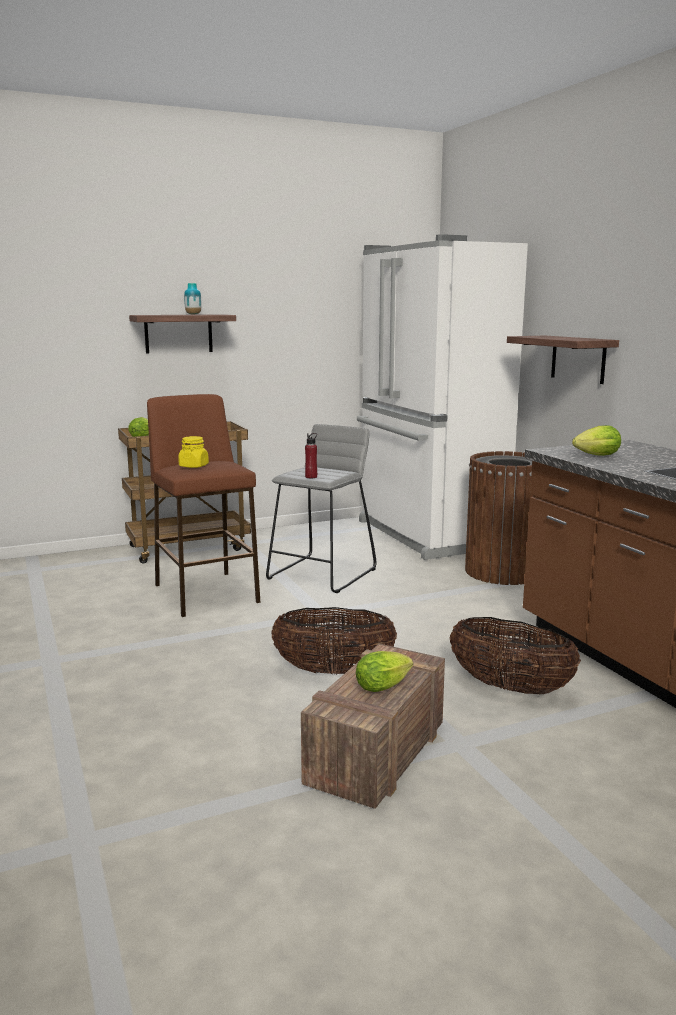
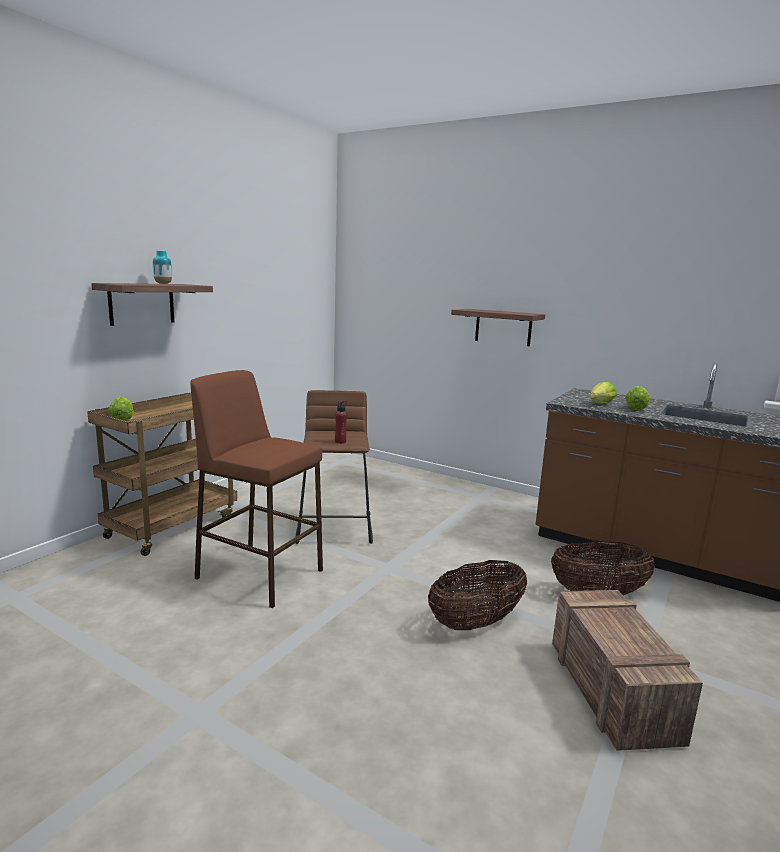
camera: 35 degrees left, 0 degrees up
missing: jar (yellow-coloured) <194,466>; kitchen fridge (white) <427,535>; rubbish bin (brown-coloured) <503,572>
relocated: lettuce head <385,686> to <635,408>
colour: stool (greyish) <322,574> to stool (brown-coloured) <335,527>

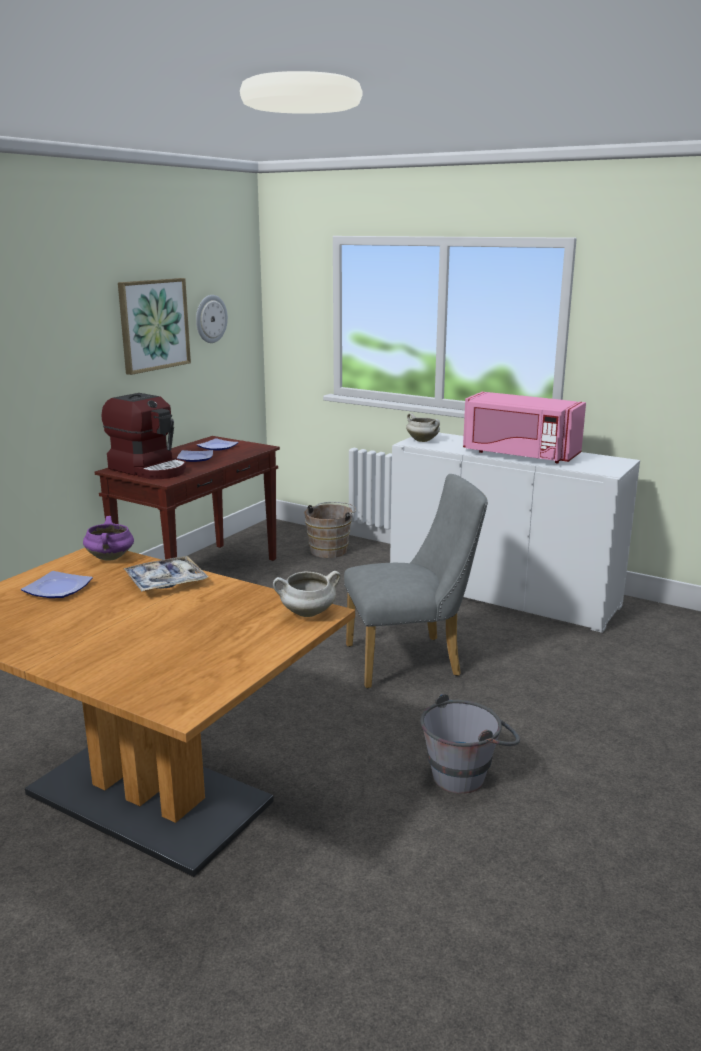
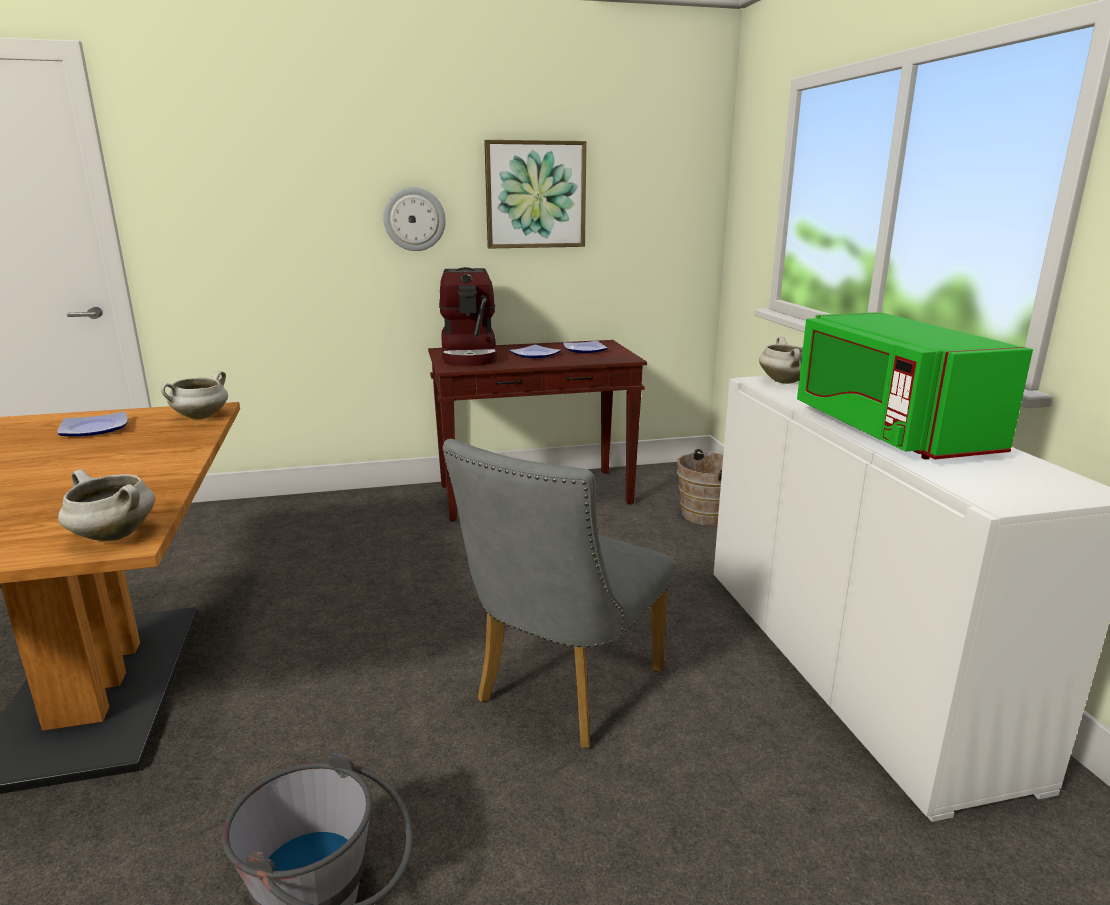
camera: 45 degrees right, 0 degrees up
missing: carrying tray <166,582>
relocated: clock on the wall <210,319> to <414,219>
colour: saucepot (purplish) <111,558> to saucepot (white) <200,417>; microwave oven (pink) <519,454> to microwave oven (green) <887,430>
spun: plain chair (greyish) <411,660> = <562,691> 90 degrees clockwise

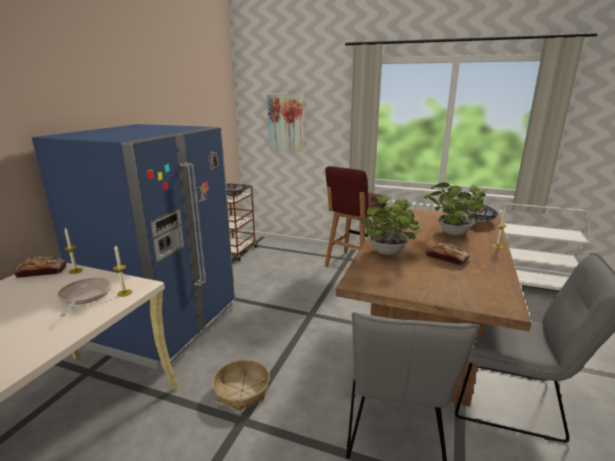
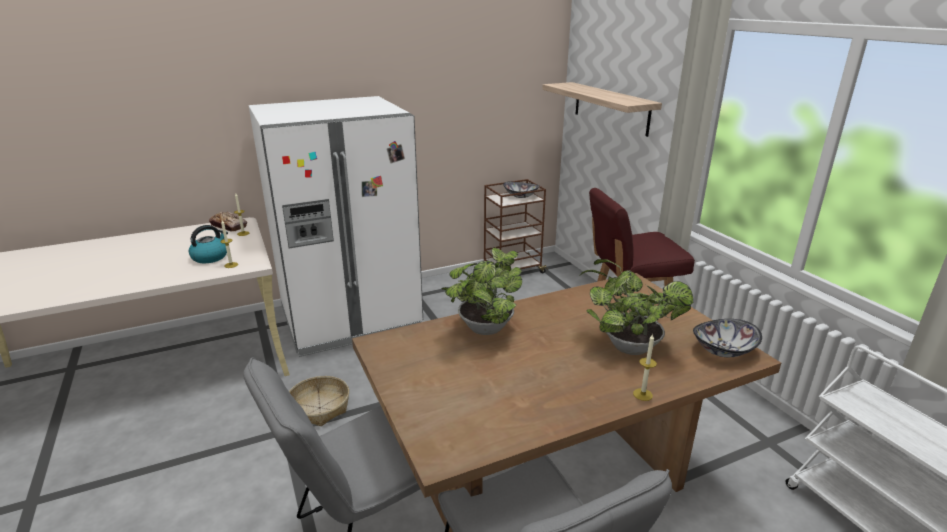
camera: 45 degrees right, 5 degrees up
missing: baked bread <446,258>
exchanged: pan <84,297> to water kettle <210,257>; picture <285,122> to shelf <610,108>
colour: kitchen fridge (blue-coloured) <166,326> to kitchen fridge (white) <350,319>

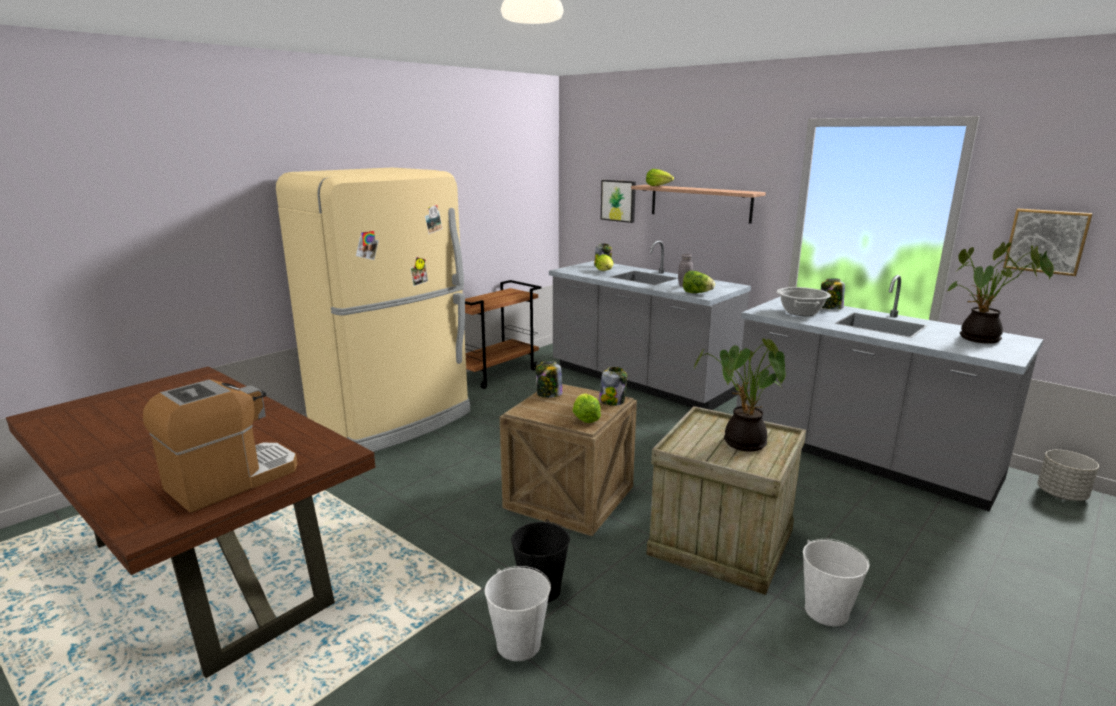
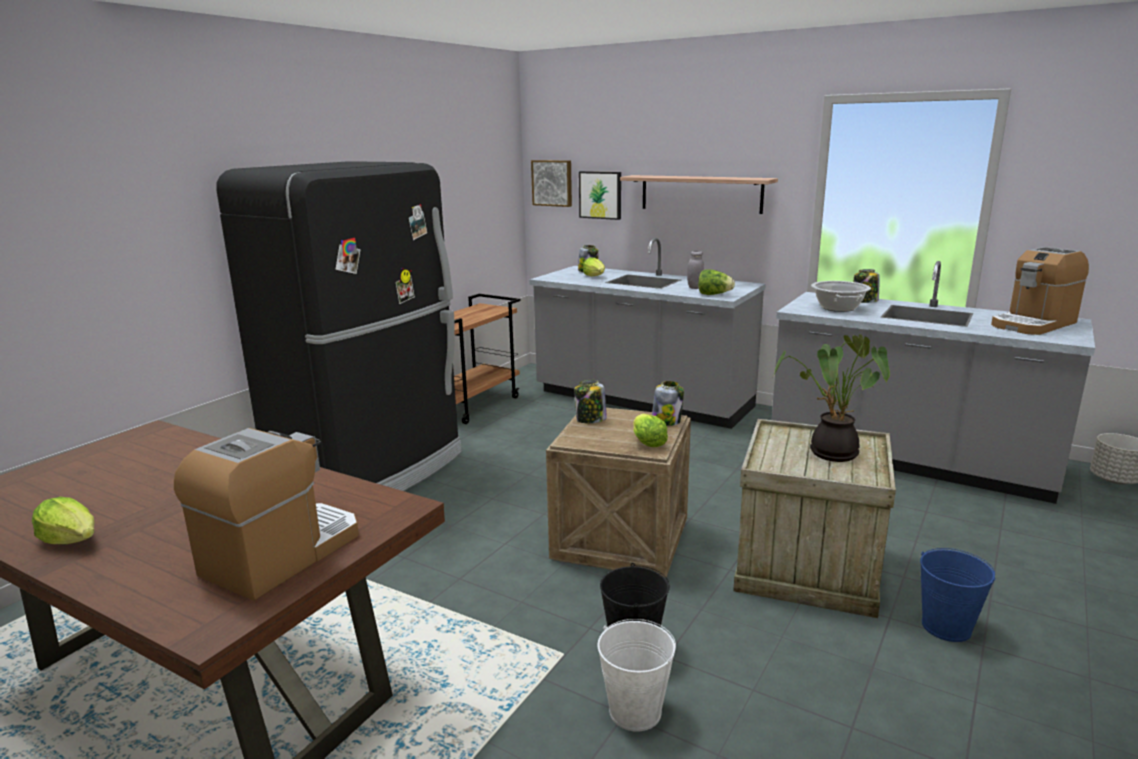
camera: 10 degrees left, 0 degrees up
relocated: lettuce head <658,186> to <72,540>; picture <1046,241> to <552,183>
exchanged: houseplant <980,340> to coffee brewer <1033,324>
colour: kitchen fridge (beige-coloured) <394,421> to kitchen fridge (blackish) <372,471>; pail (white) <826,611> to pail (blue-coloured) <946,627>

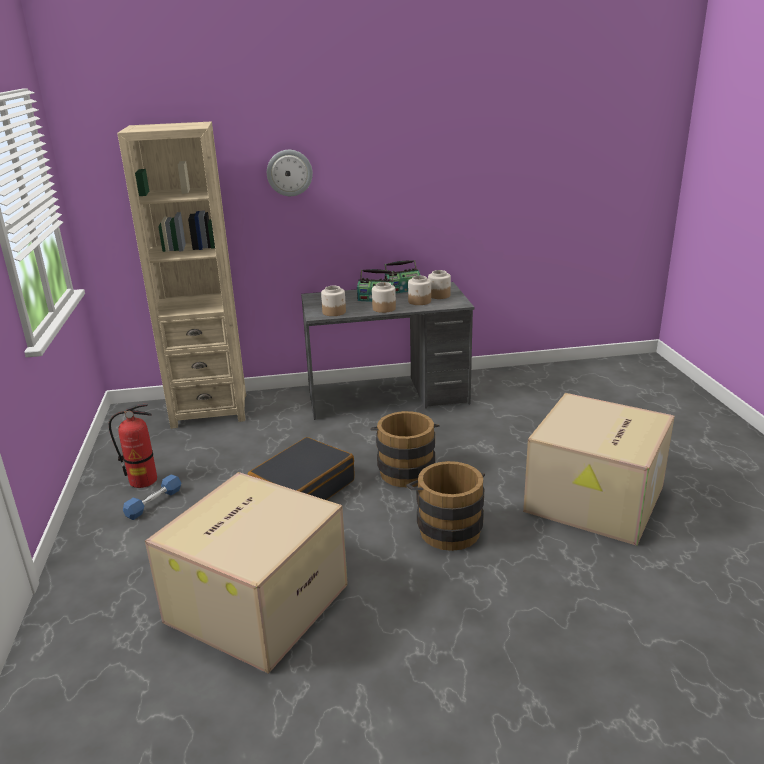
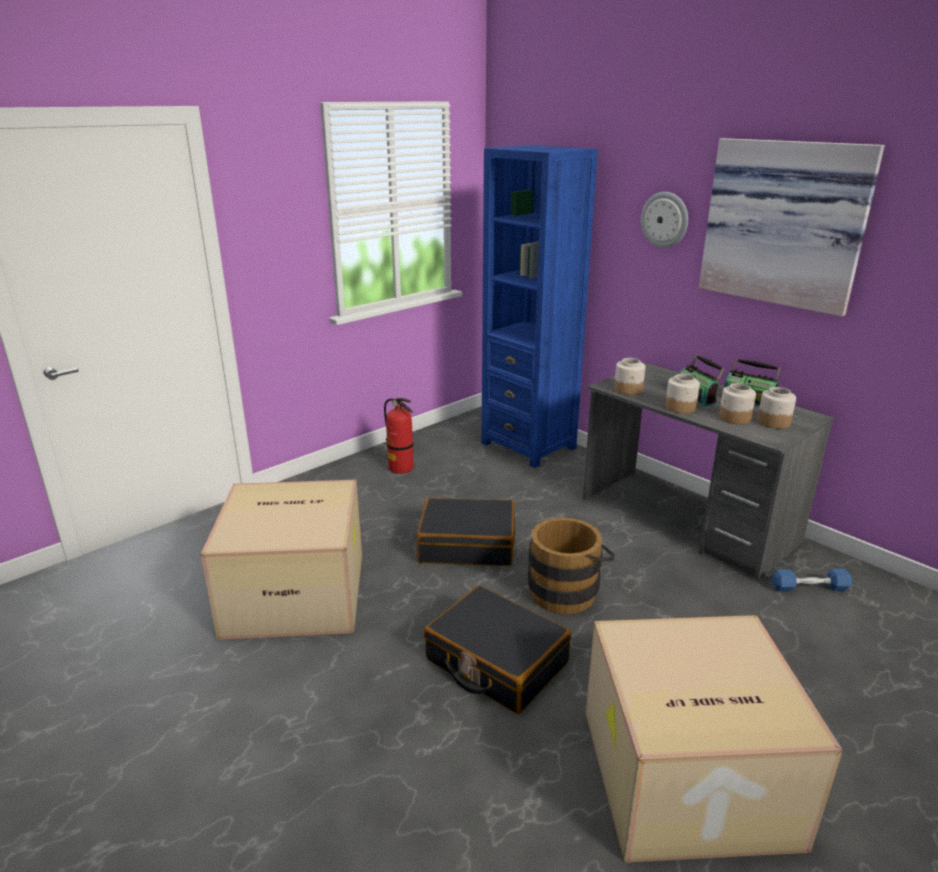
camera: 55 degrees right, 0 degrees up
appeared: picture <785,223>
relocated: hand weight (blue-coloured) <154,503> to <809,588>
exchanged: pail (brown-coloured) <447,527> to suitcase (blackish) <496,662>
colour: bookshelf (beige-coloured) <210,410> to bookshelf (blue-coloured) <528,445>

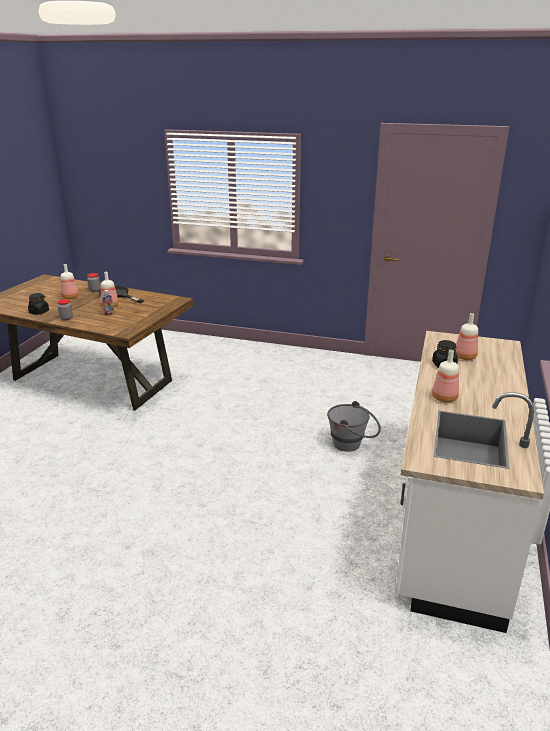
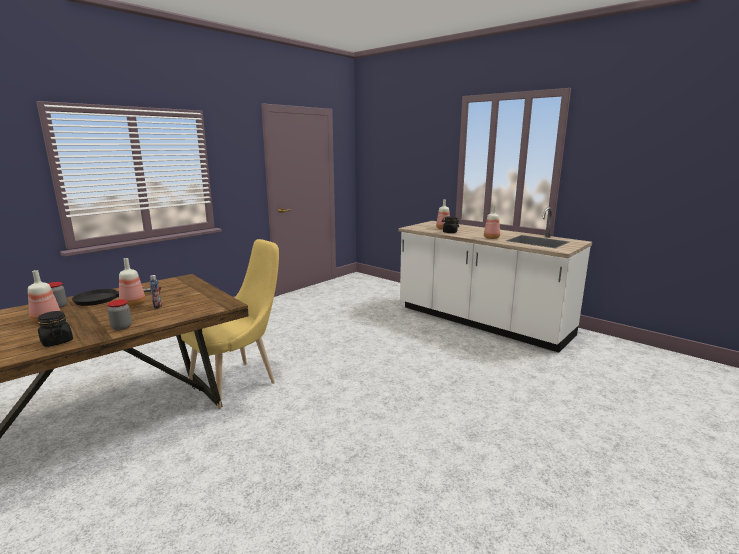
camera: 65 degrees left, 10 degrees down
missing: pail (greyish) <352,445>
appeared: plain chair (yellow-coloured) <238,381>

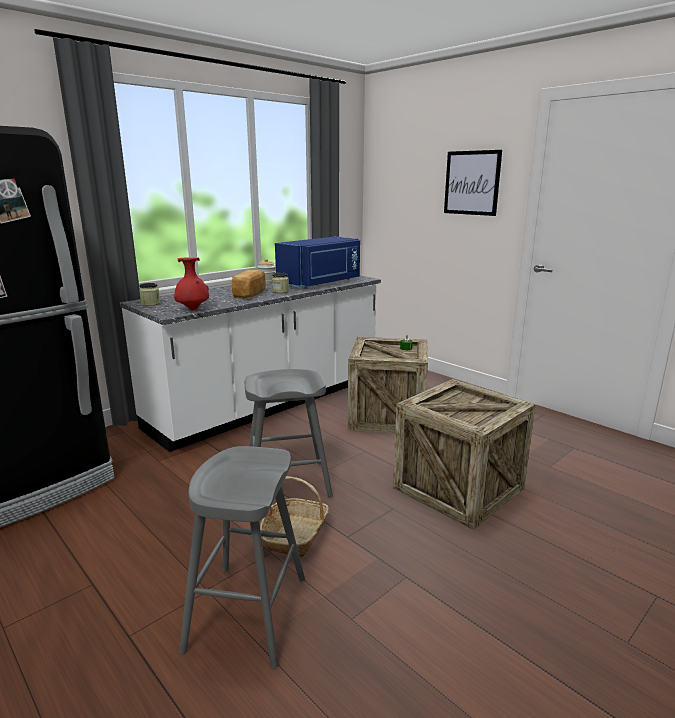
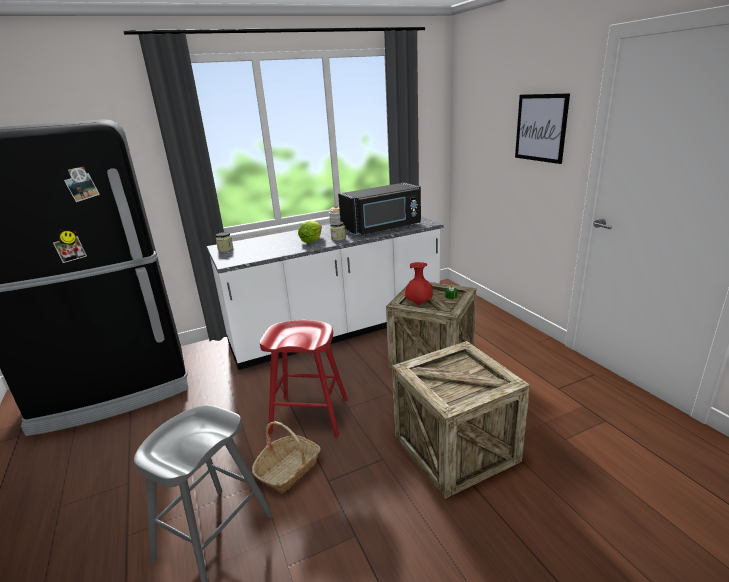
camera: 20 degrees right, 5 degrees up
relocated: vase (reddish) <193,309> to <419,304>
exchanged: baked bread <251,294> to lettuce head <311,240>
colour: stool (greyish) <287,483> to stool (reddish) <309,416>; microwave oven (blue-coloured) <321,283> to microwave oven (blackish) <383,228>

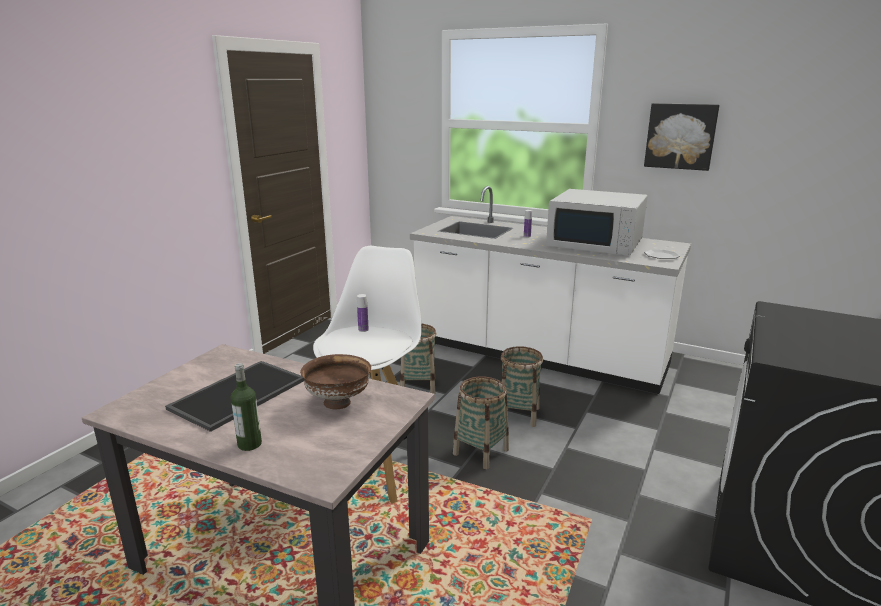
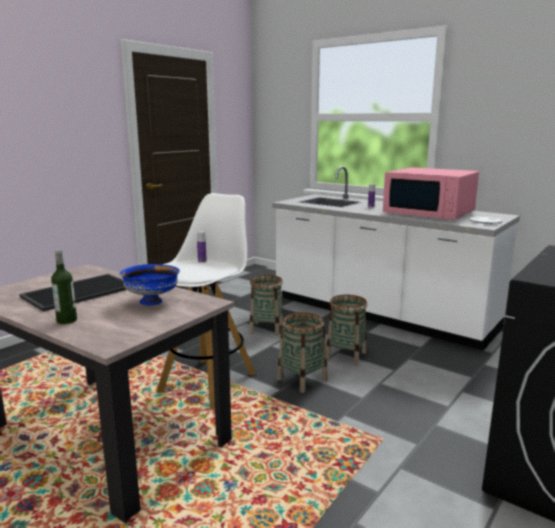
camera: 10 degrees right, 5 degrees down
missing: picture <680,136>
colour: serving bowl (brown-coloured) <338,402> to serving bowl (blue-coloured) <152,301>; microwave oven (white) <596,243> to microwave oven (pink) <430,212>

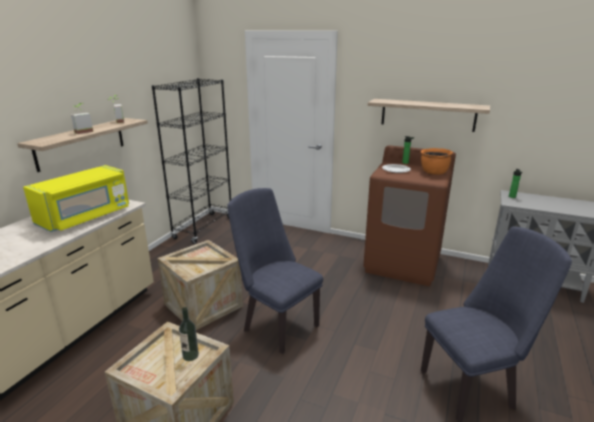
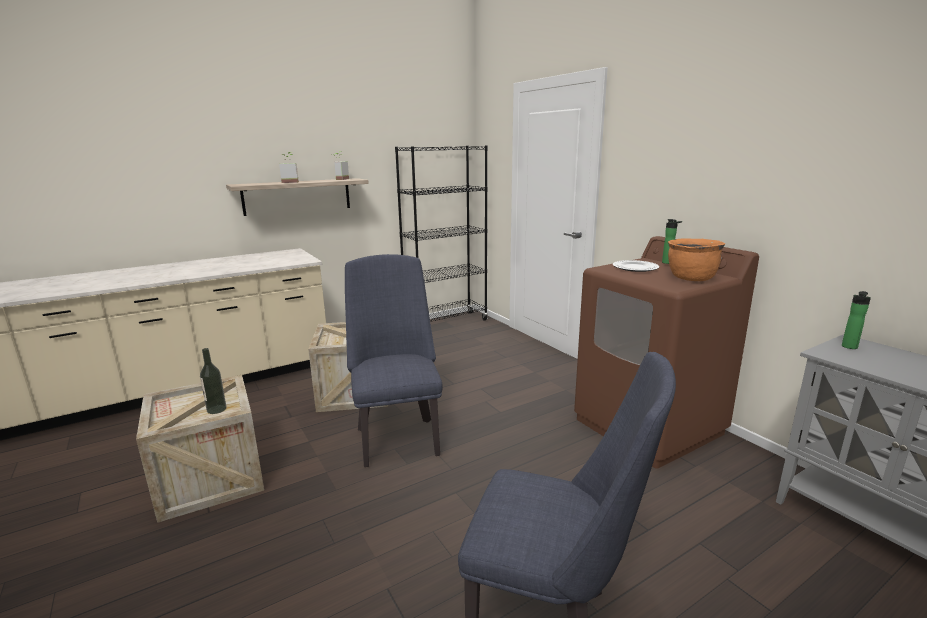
camera: 35 degrees right, 5 degrees down
missing: microwave oven (yellow-coloured) <85,217>; shelf <427,115>

